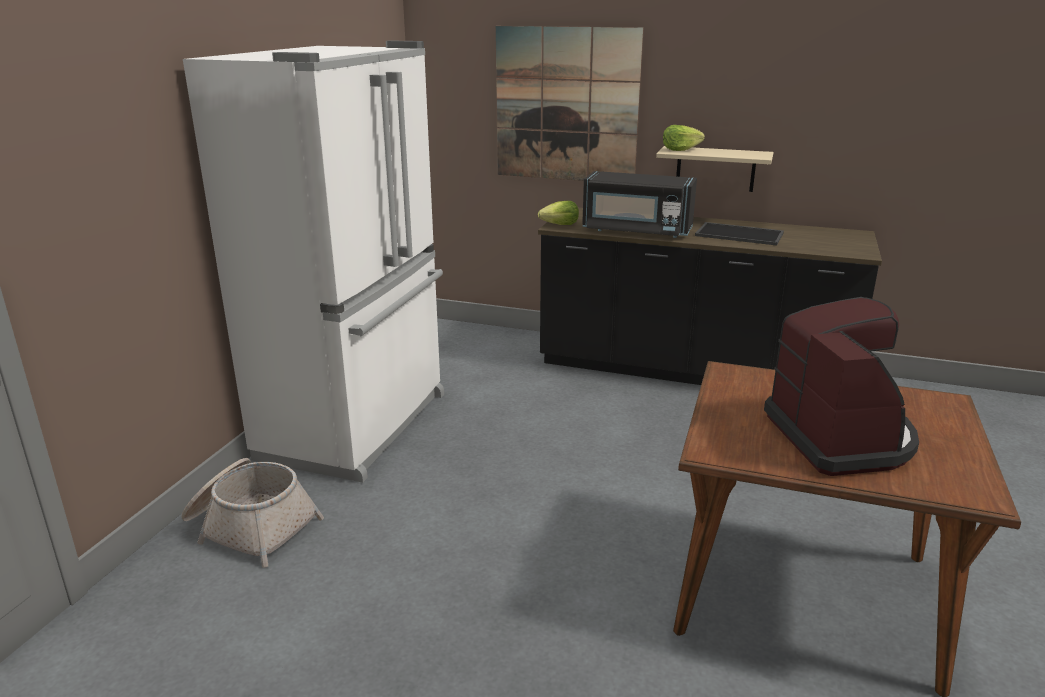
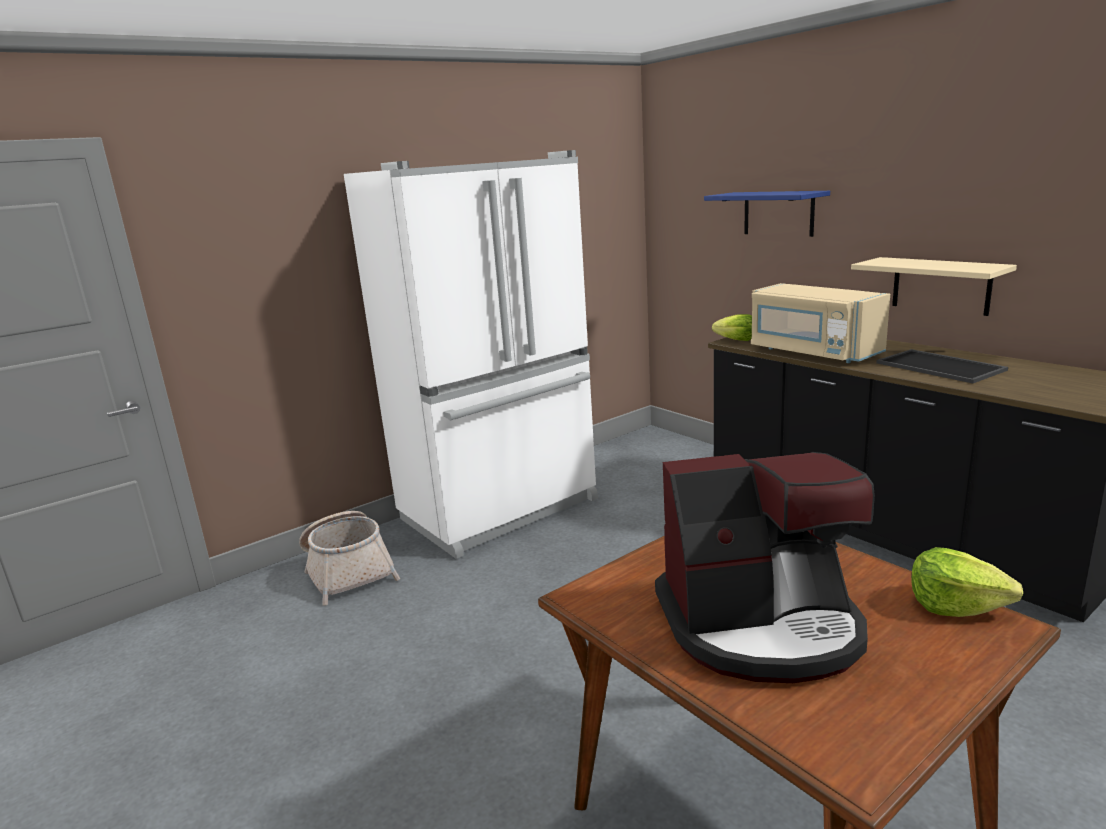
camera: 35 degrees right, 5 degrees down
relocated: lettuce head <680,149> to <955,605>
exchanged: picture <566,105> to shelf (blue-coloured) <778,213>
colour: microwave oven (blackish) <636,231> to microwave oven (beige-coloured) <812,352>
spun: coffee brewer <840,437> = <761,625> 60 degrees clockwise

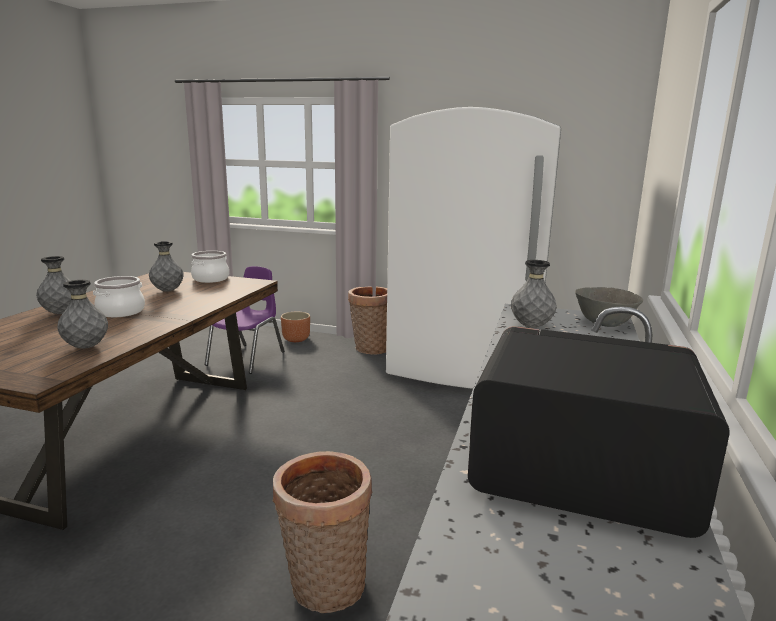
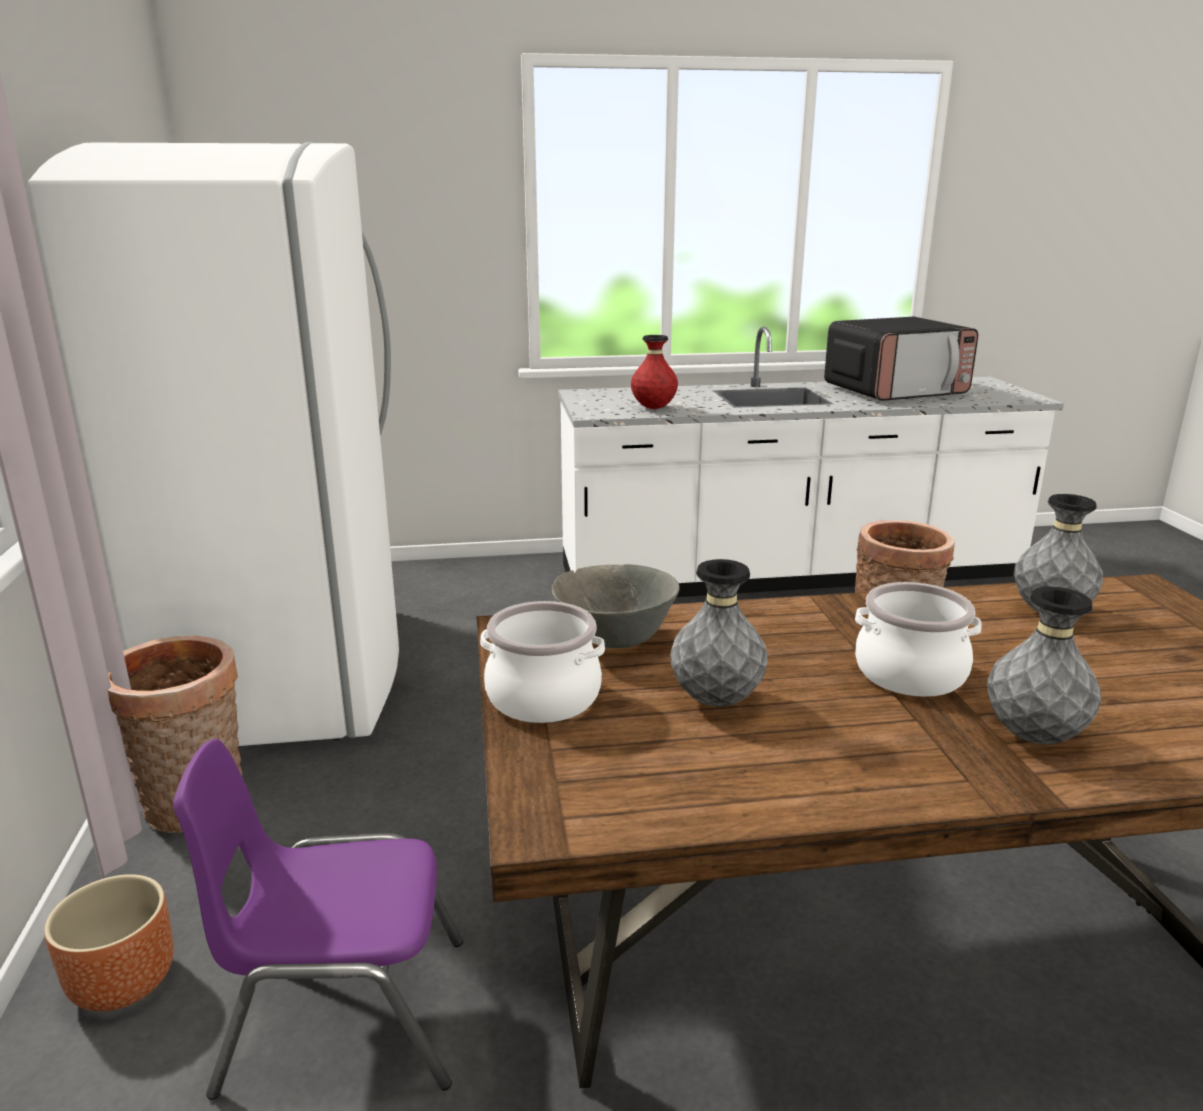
camera: 115 degrees left, 5 degrees up
relocated: serving bowl (greyish) <604,324> to <615,641>
colour: vase (greyish) <531,326> to vase (reddish) <653,408>
spun: microwave oven <578,471> = <895,391> 105 degrees counterclockwise

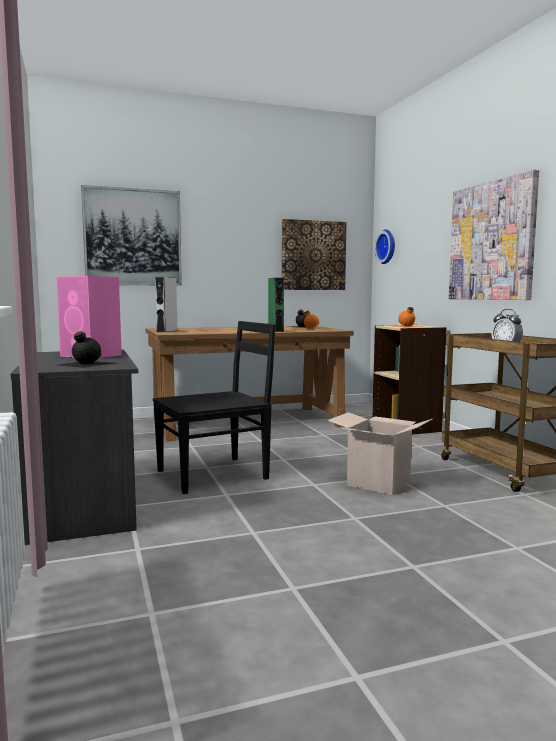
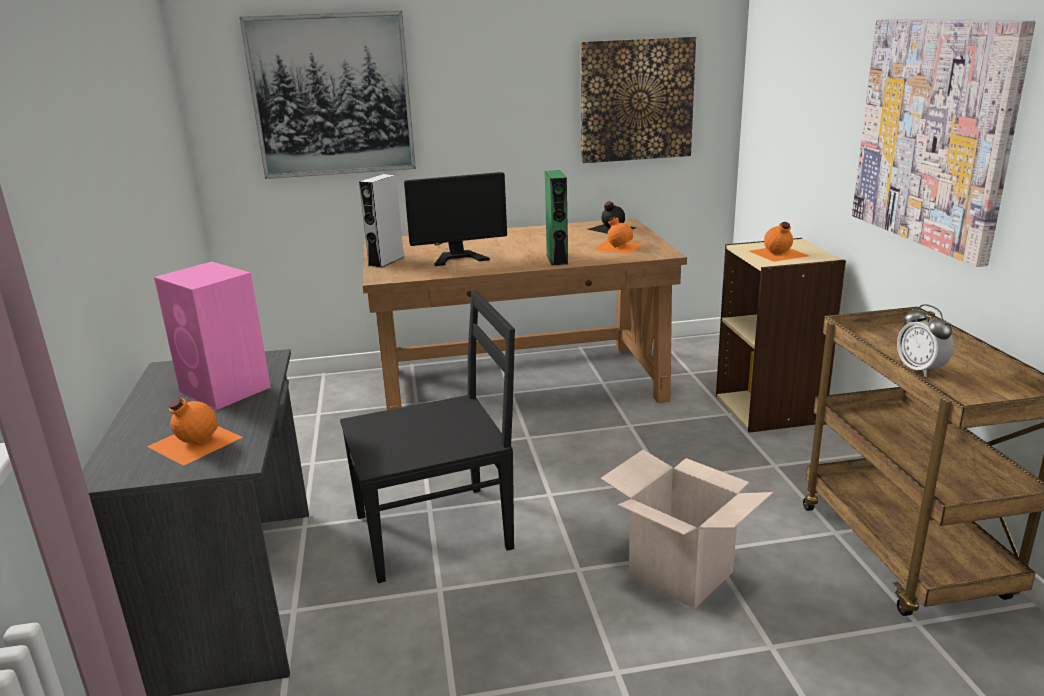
camera: 10 degrees right, 15 degrees up
missing: clock on the wall <387,247>
appeared: computer screen <456,254>
colour: bottle (blackish) <84,364> to bottle (orange) <193,442>

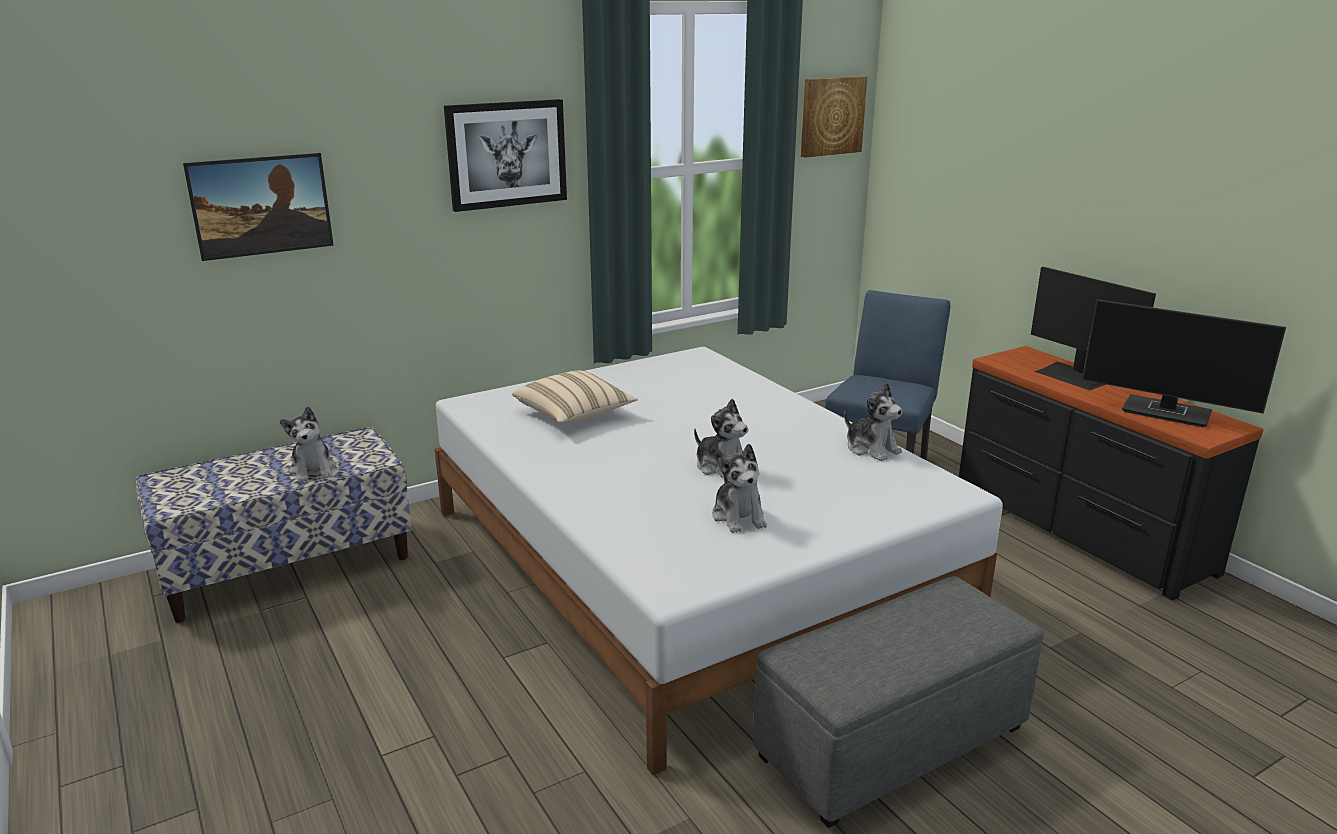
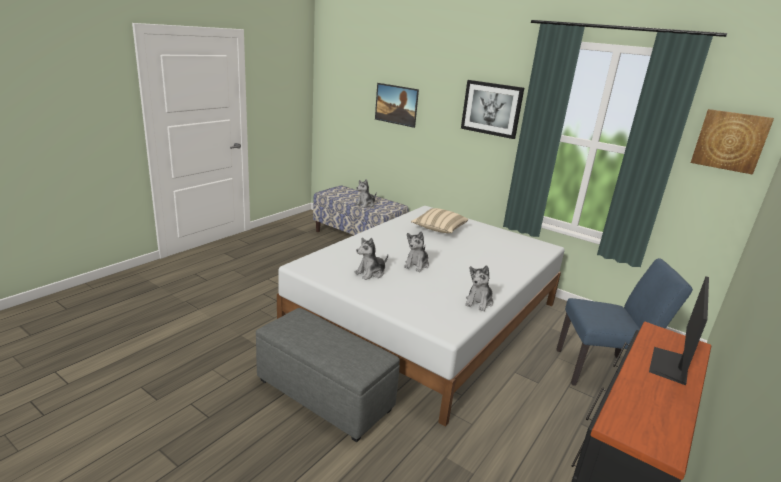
camera: 65 degrees right, 0 degrees up
missing: computer screen <1168,412>

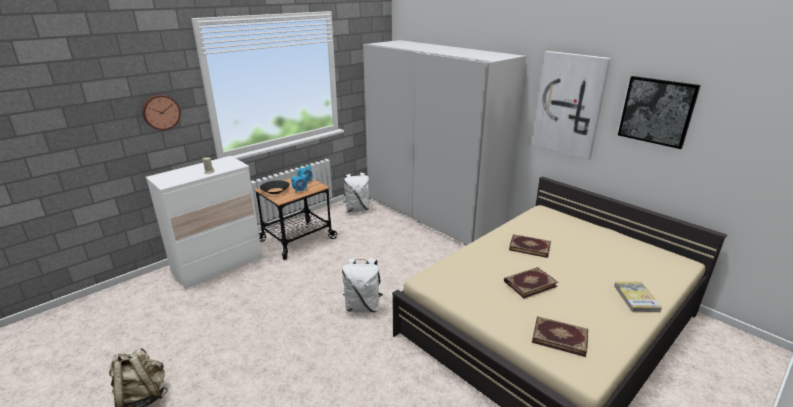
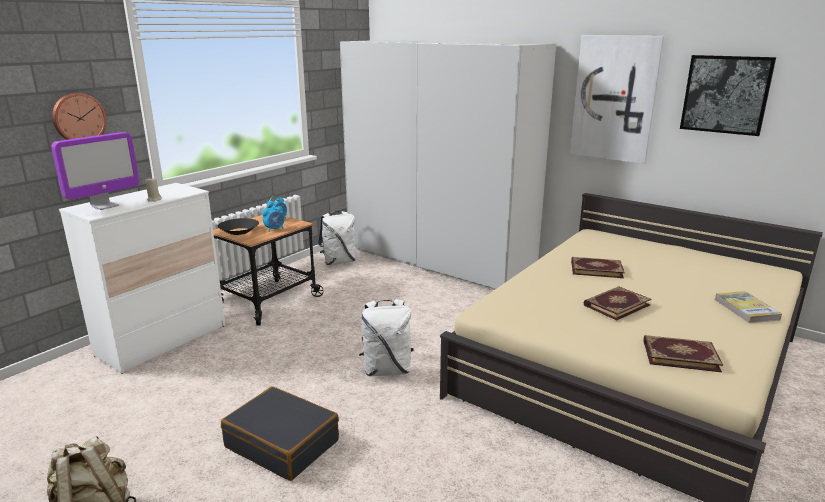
camera: 10 degrees left, 5 degrees down
appeared: computer screen <105,206>; suitcase (blackish) <282,443>

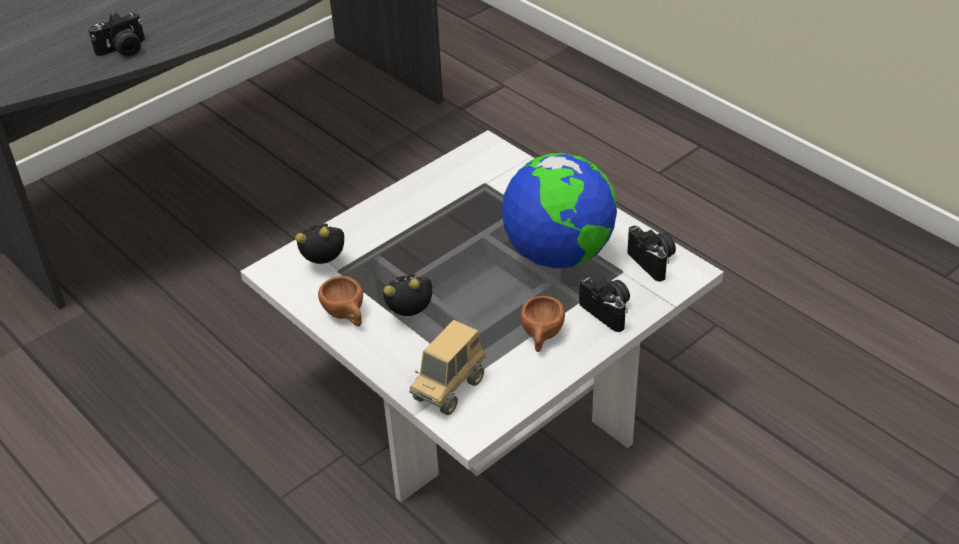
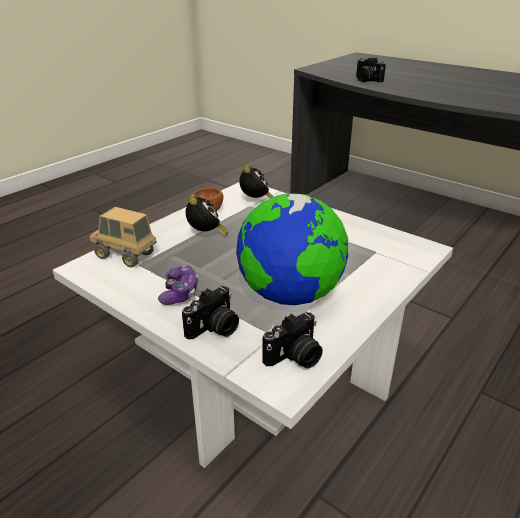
camera: 80 degrees right, 10 degrees down
exchanged: drinking cup (brown-coloured) <541,337> to game controller <180,293>

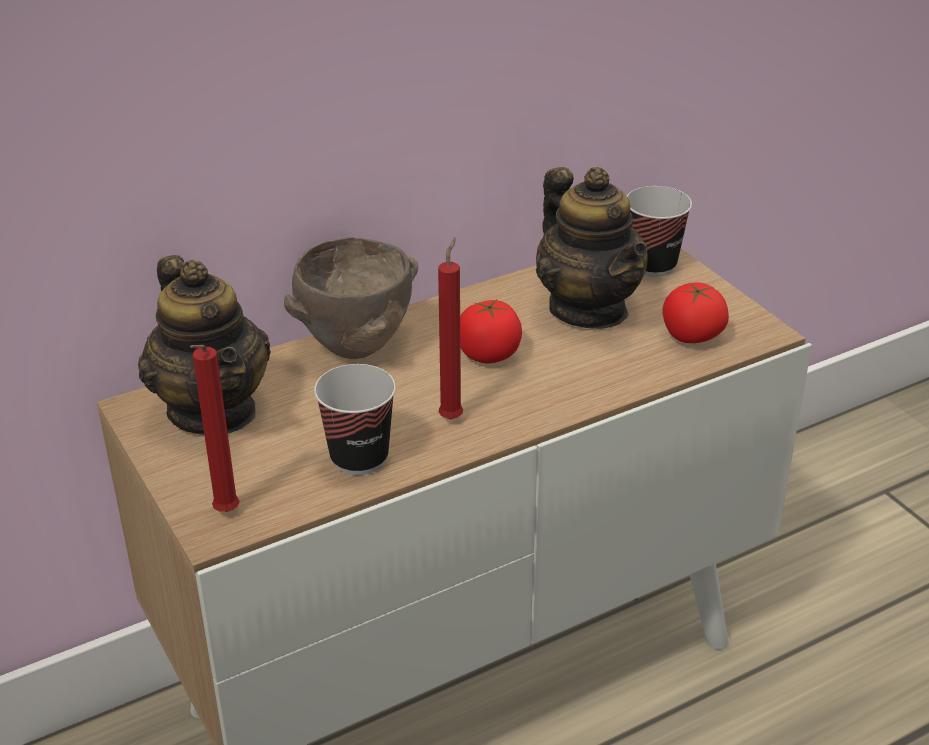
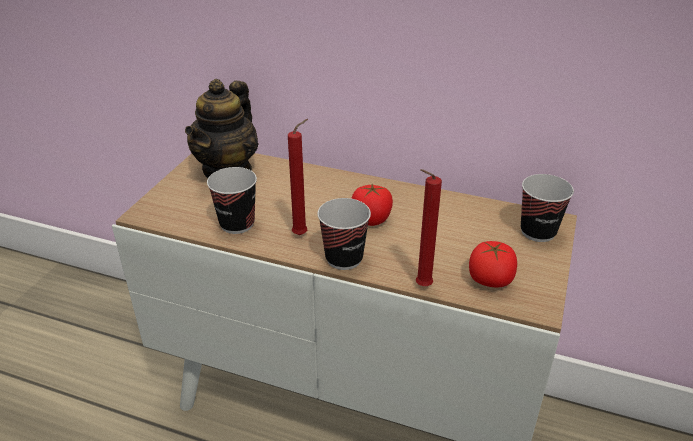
camera: 50 degrees right, 0 degrees up
missing: serving bowl (brown-coloured) <354,348>; tea pot <588,309>
appeared: drinking cup <344,258>
relocated: wax light (reddish) <224,514> to <421,286>

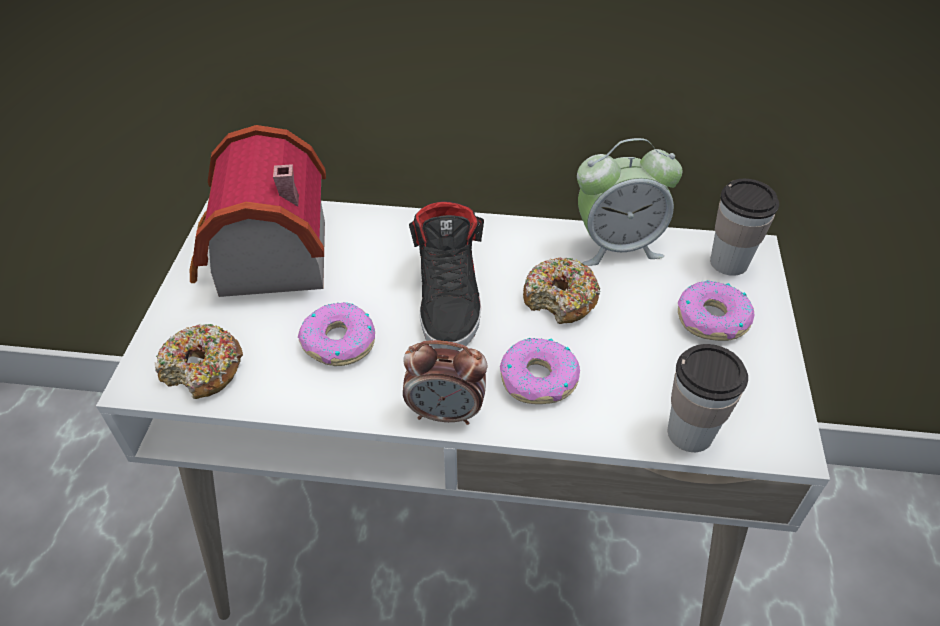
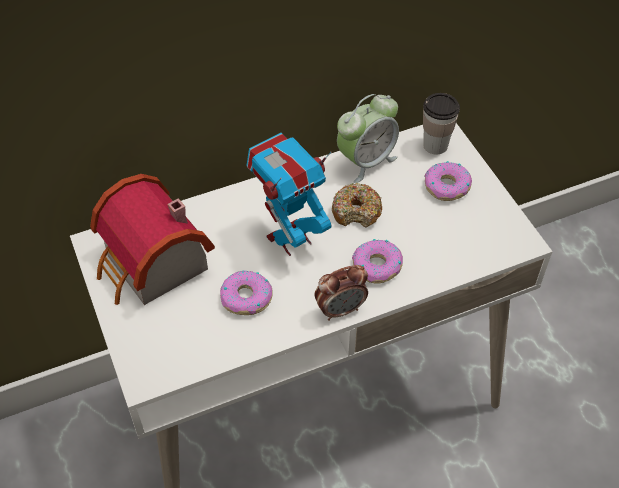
camera: 30 degrees left, 5 degrees up
missing: doughnut <203,370>; drinking cup <689,433>
exchanged: item of footwear (blackish) <449,296> to model robot <290,238>

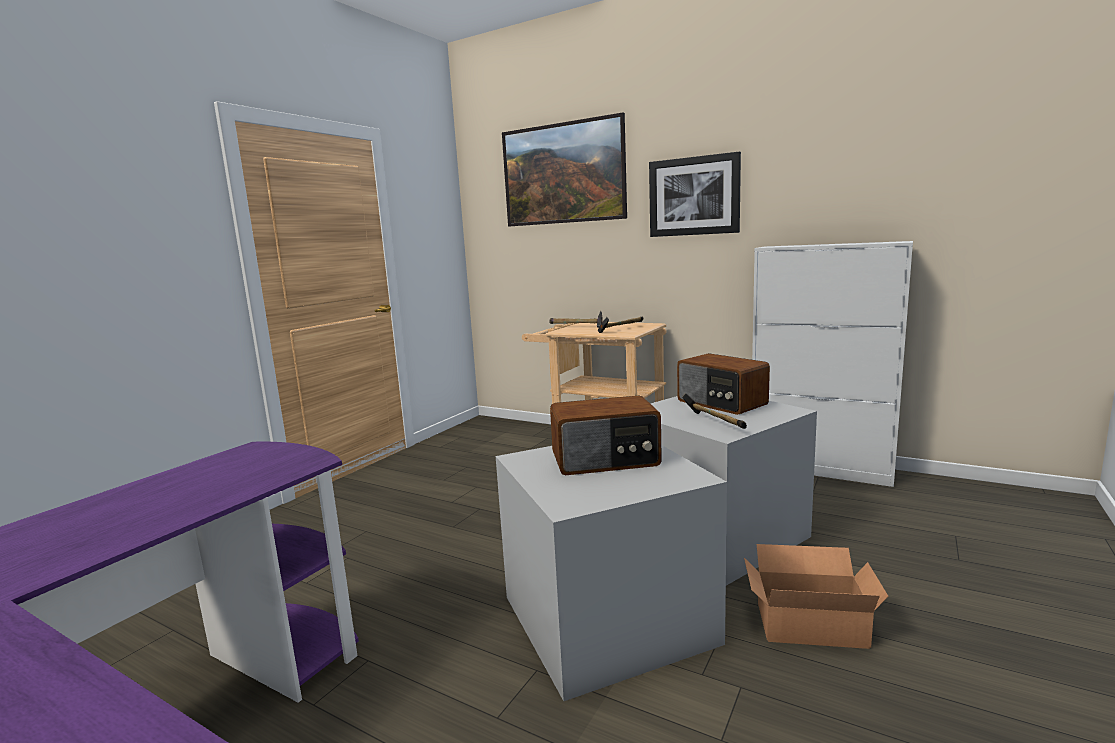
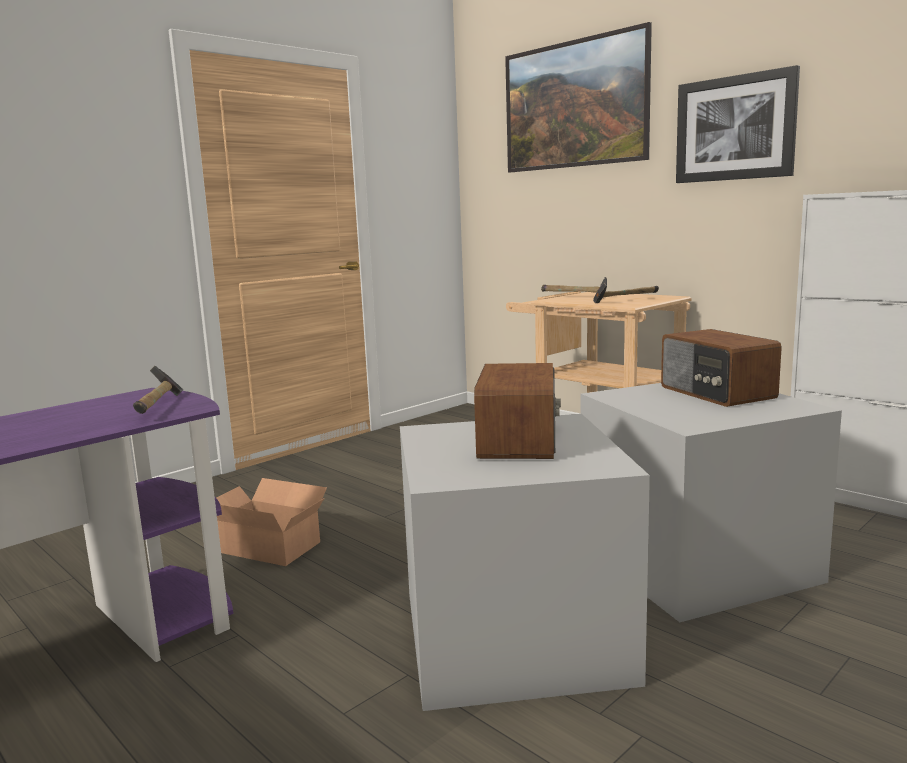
camera: 15 degrees right, 0 degrees up
relocated: hammer <713,423> to <158,406>; cardboard box <807,622> to <270,545>
spun: radio <606,460> = <520,440> 90 degrees counterclockwise

